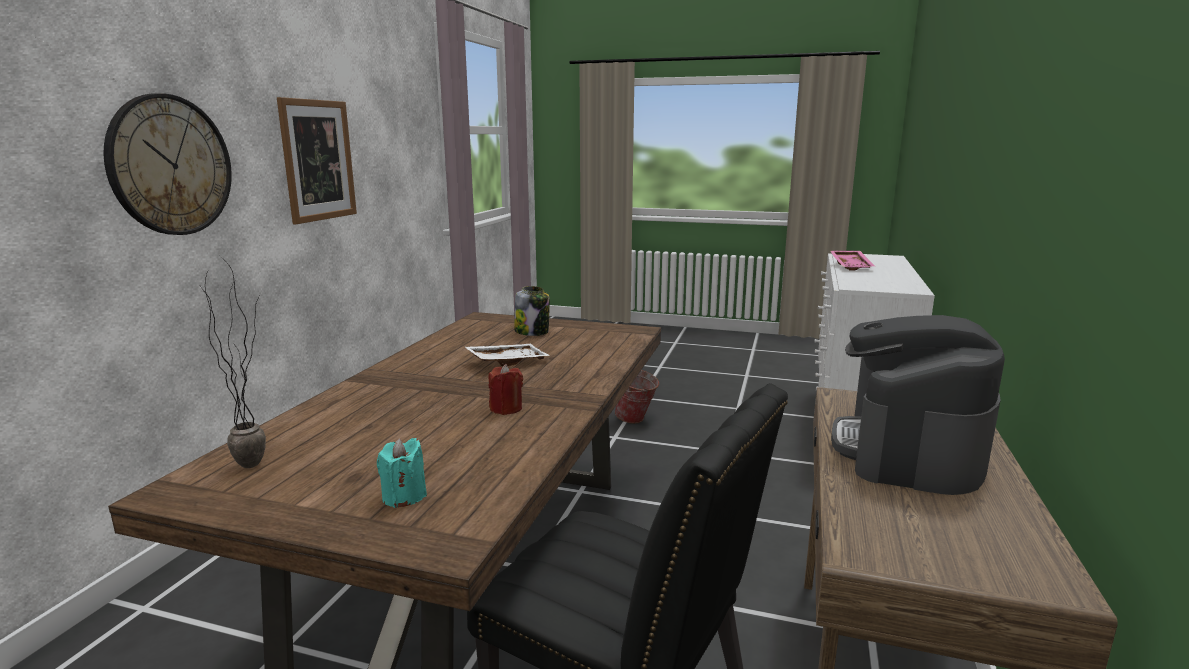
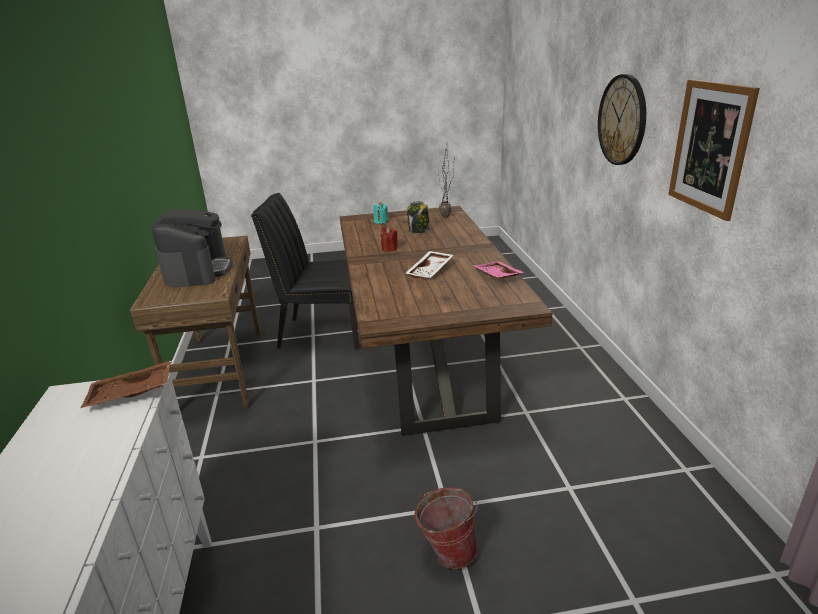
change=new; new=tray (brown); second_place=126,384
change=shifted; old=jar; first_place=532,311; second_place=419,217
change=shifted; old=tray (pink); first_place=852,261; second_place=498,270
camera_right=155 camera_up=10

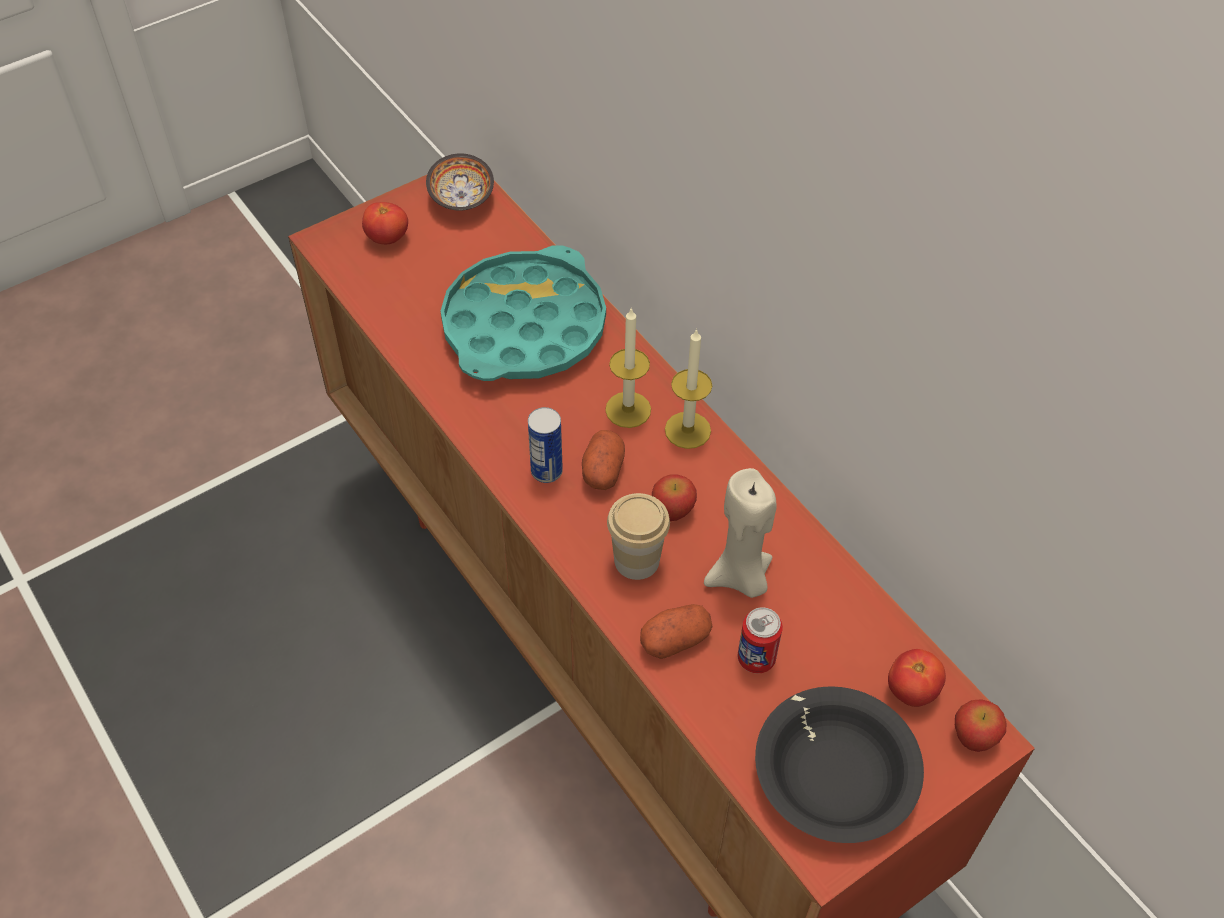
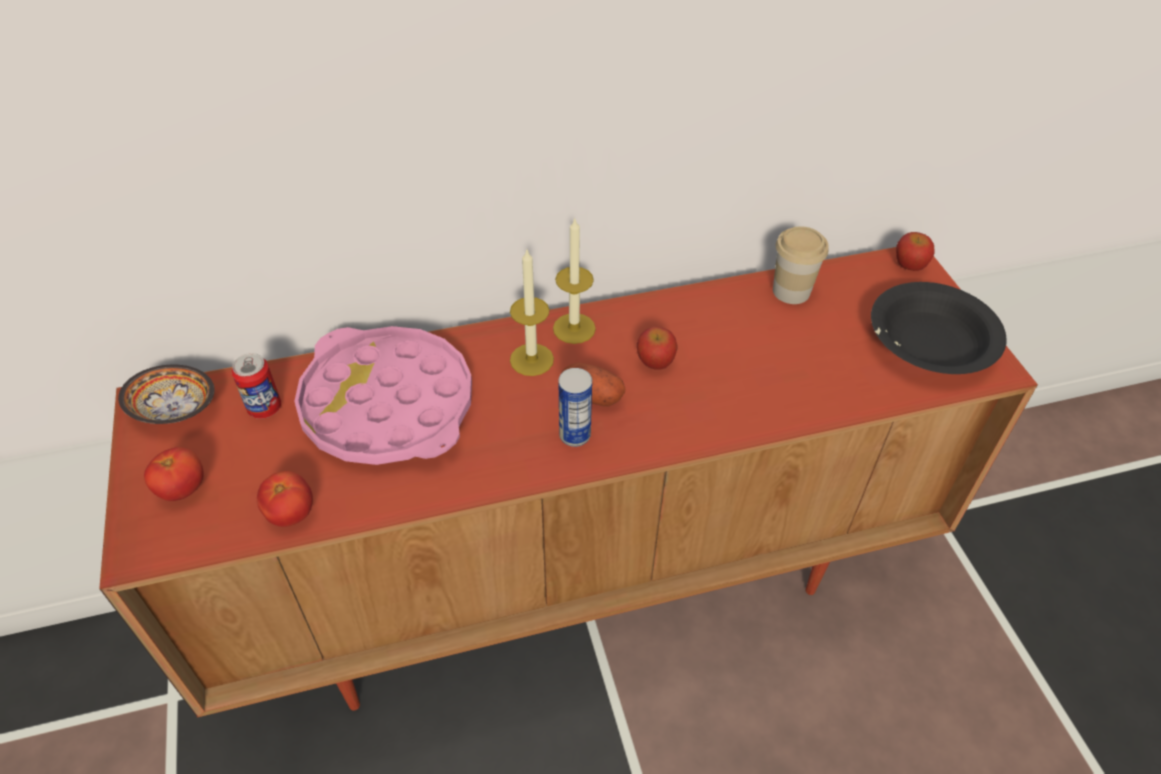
change=gone; old=potato; first_place=676,631
change=gone; old=candle (beige); first_place=740,533
change=shifted; old=cup; first_place=638,536; second_place=801,265
change=shifted; old=can; first_place=760,640; second_place=256,386
change=shifted; old=tomato; first_place=917,678; second_place=285,499
change=repainted; old=tray (turquoise); new=tray (pink); first_place=523,313; second_place=383,395
camera_right=-70 camera_up=-5

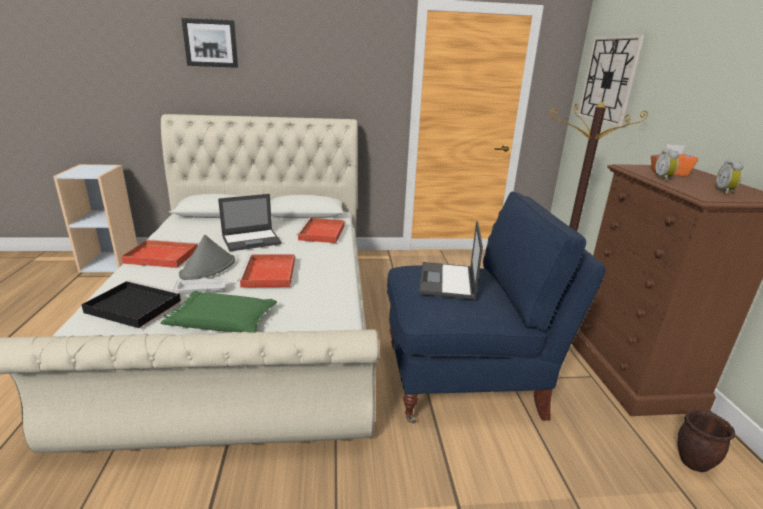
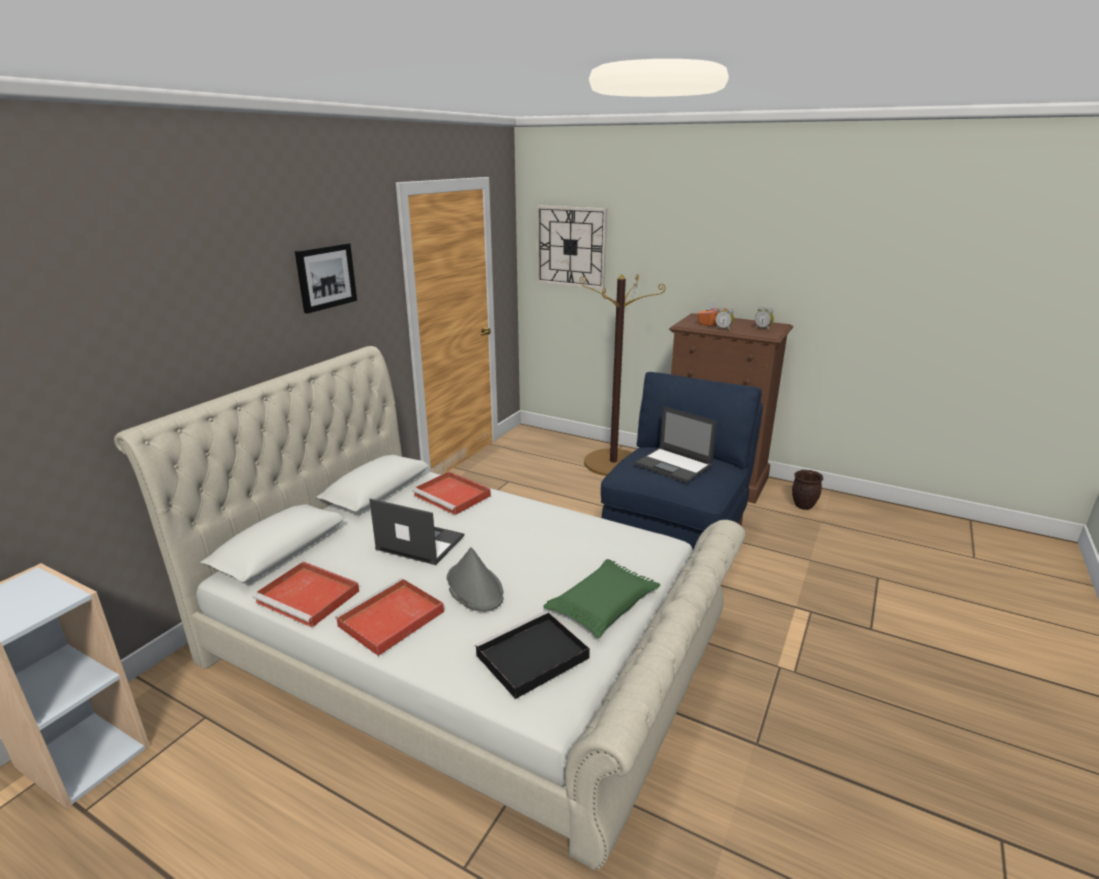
change=gone; old=tray (white); first_place=200,285
change=shifted; old=picture; first_place=209,43; second_place=326,278
change=shifted; old=tray (red); first_place=266,271; second_place=306,594
change=rotated; old=laptop; first_place=250,223; second_place=416,532; degrees=-75
camera_right=-55 camera_up=0

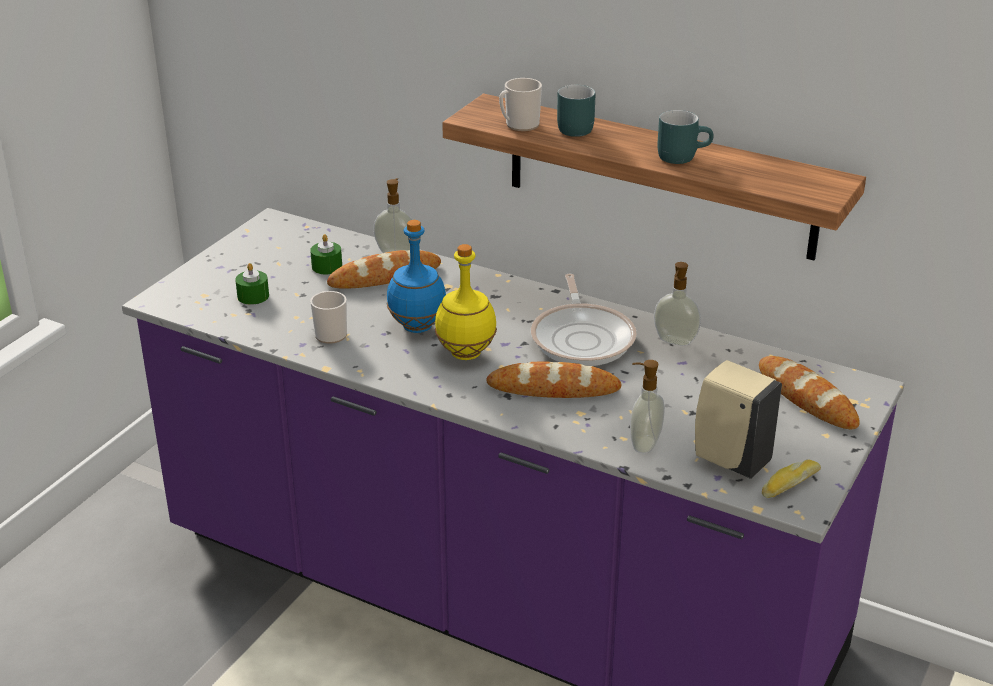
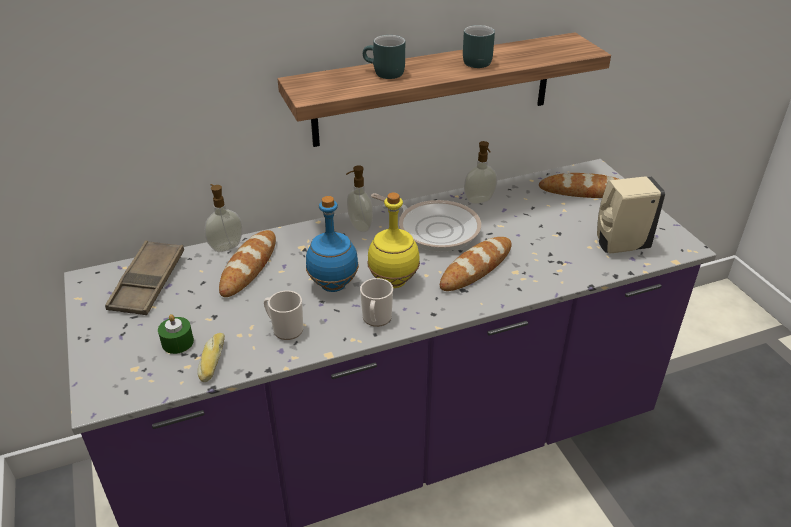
change=gone; old=candle (green); first_place=326,254
change=new; new=tray (brown); second_place=144,277
change=shifted; old=mug; first_place=520,104; second_place=376,302
change=shifted; old=soap dispenser; first_place=647,407; second_place=359,198
change=shifted; old=bread; first_place=791,478; second_place=211,357
camera_right=-50 camera_up=5

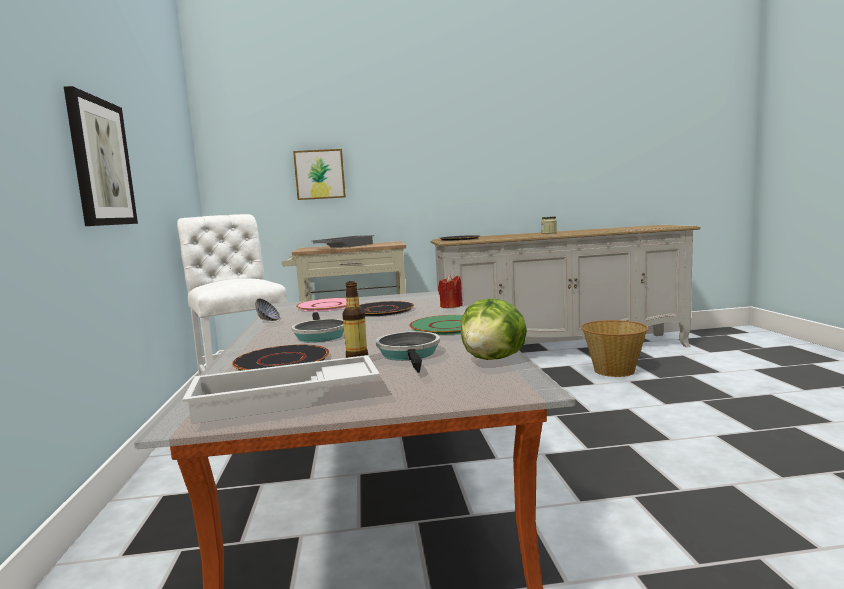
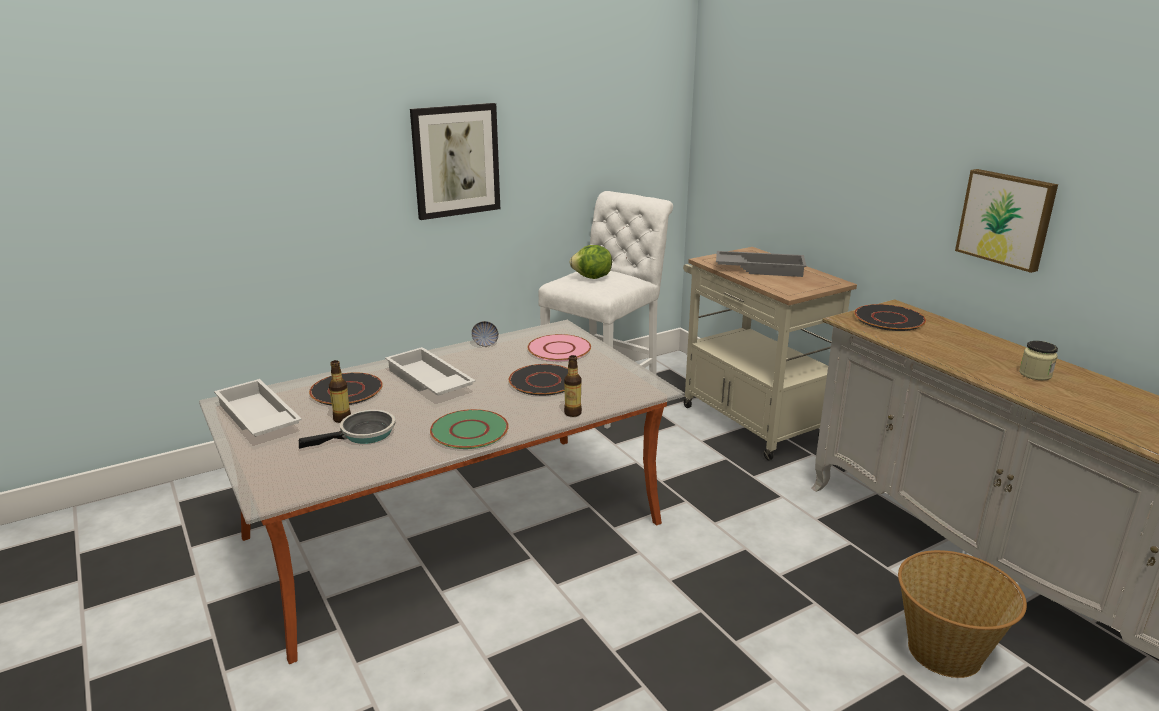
change=shifted; old=picture; first_place=319,174; second_place=1006,221
change=shifted; old=lettuce; first_place=494,329; second_place=590,262
change=swapped; old=frying pan; new=tray (white); first_place=317,327; second_place=430,371
change=swapped; old=candle (red); new=bottle; first_place=450,291; second_place=573,386
camera_right=65 camera_up=15

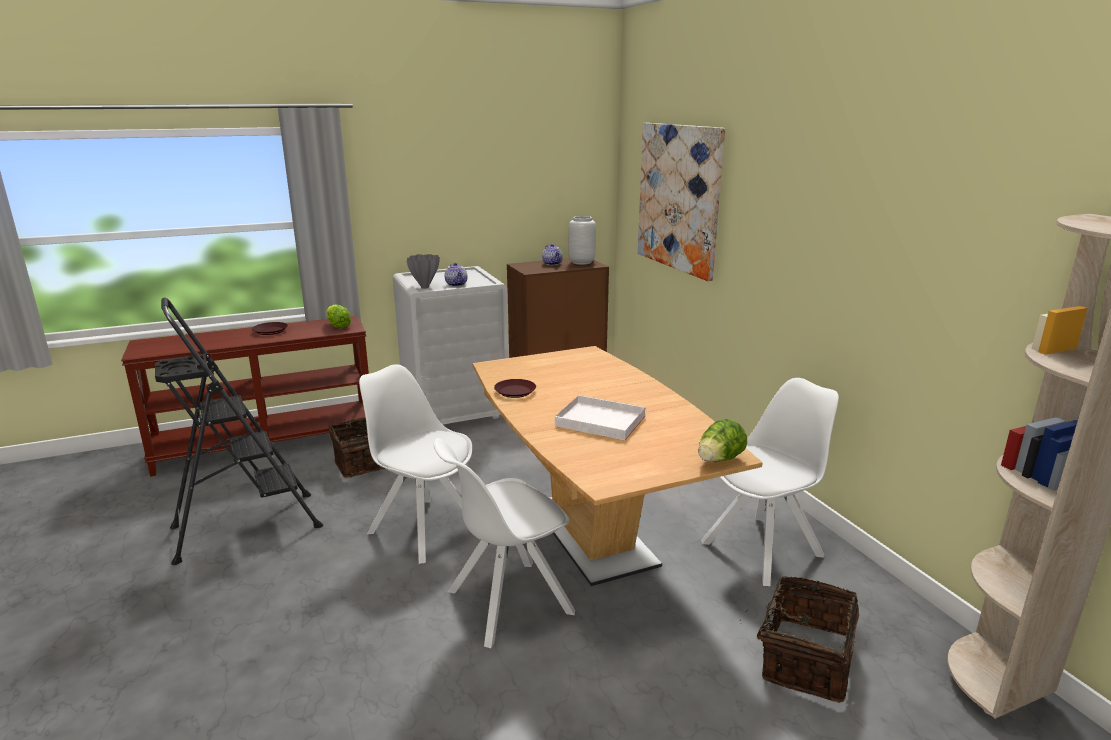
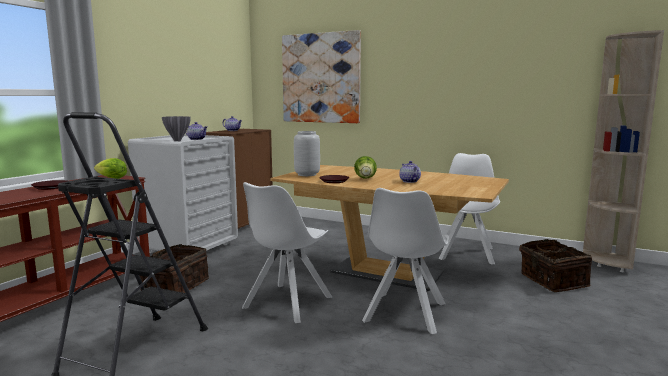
change=shifted; old=vase (grey); first_place=582,240; second_place=307,153
change=shifted; old=lettuce; first_place=722,440; second_place=365,167
change=swapped; old=tray (white); new=teapot; first_place=600,417; second_place=410,172
change=rotated; old=chair (white); first_place=415,464; second_place=287,252; degrees=-60
camera_right=-40 camera_up=-10

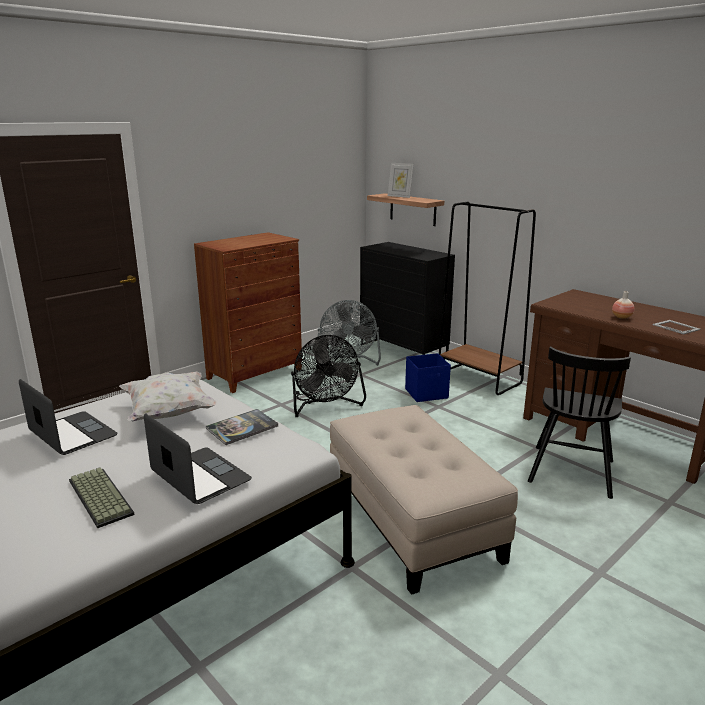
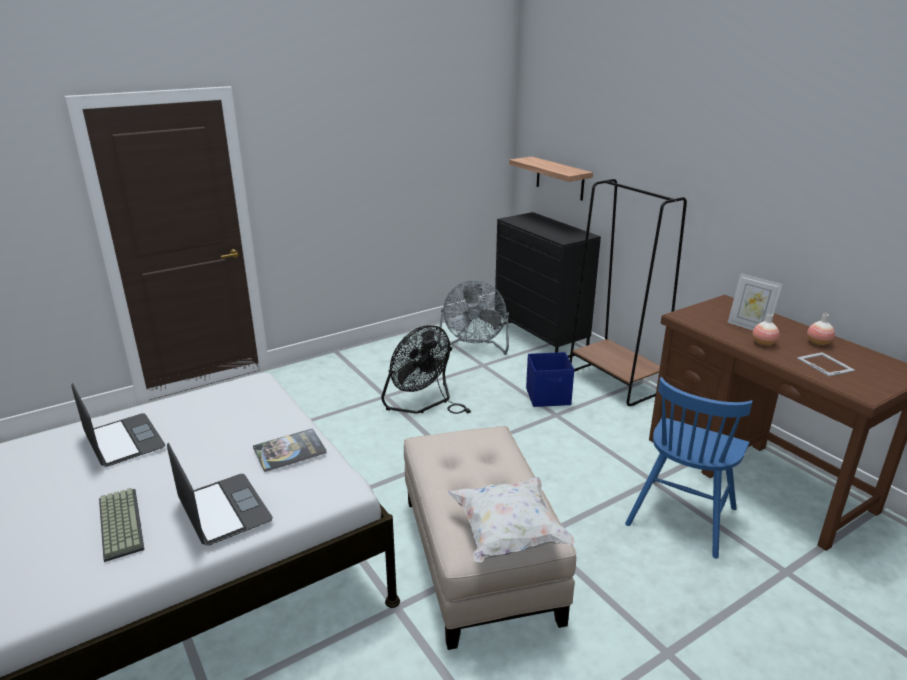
change=gone; old=dresser (brown); first_place=248,312
change=new; new=vase; second_place=821,329
change=shifted; old=pillow (white); first_place=168,396; second_place=511,519
change=shifted; old=picture frame; first_place=401,180; second_place=755,301
change=repainted; old=chair (black); new=chair (blue); first_place=579,422; second_place=688,468
change=rotated; old=fan (black); first_place=328,376; second_place=426,369; degrees=150
camera_right=10 camera_up=5

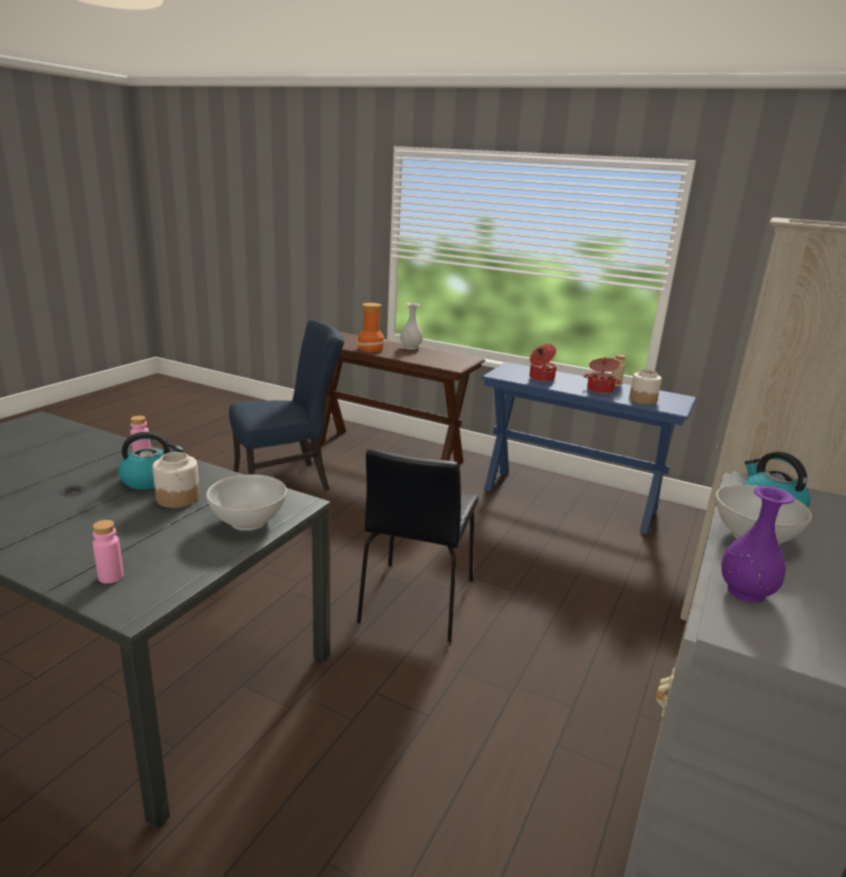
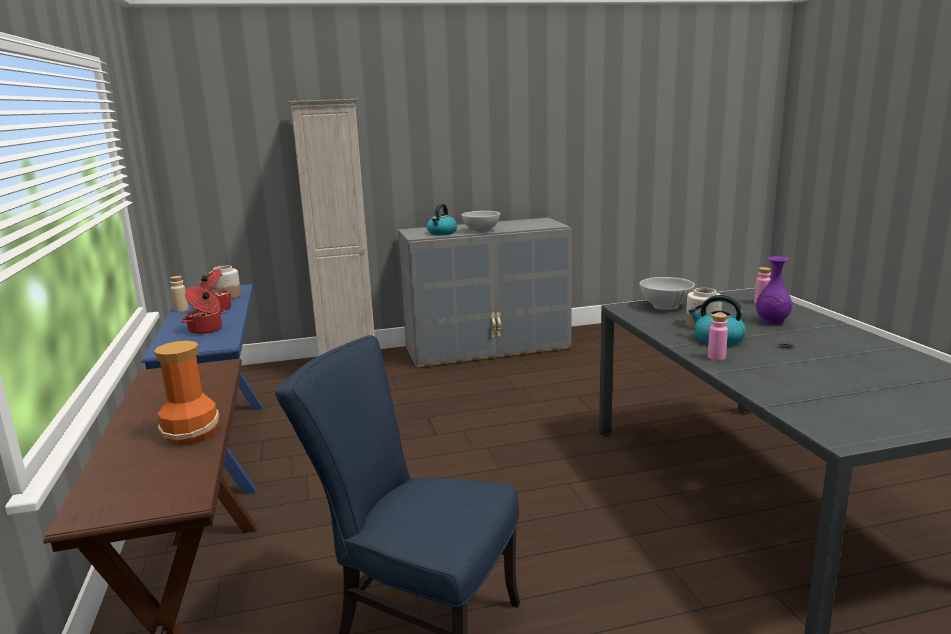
change=gone; old=chair (black); first_place=418,546
change=gone; old=vase (white); first_place=411,326
change=shifted; old=vase (purple); first_place=758,544; second_place=774,290
camera_right=-130 camera_up=-5

